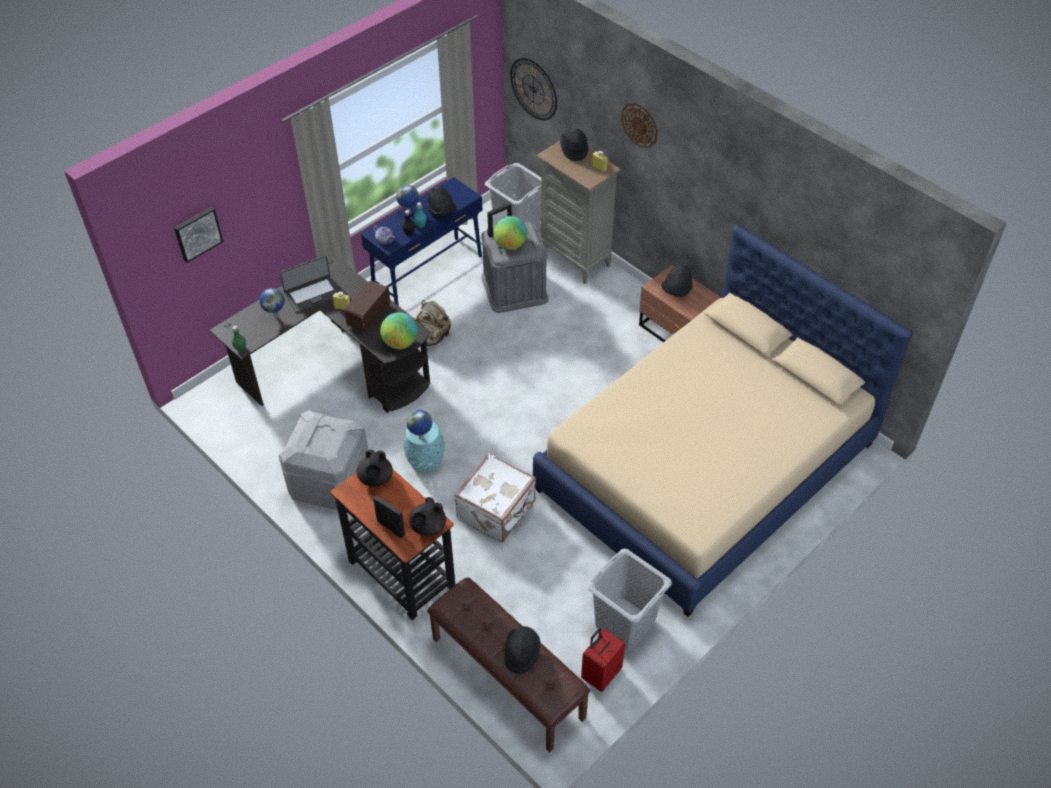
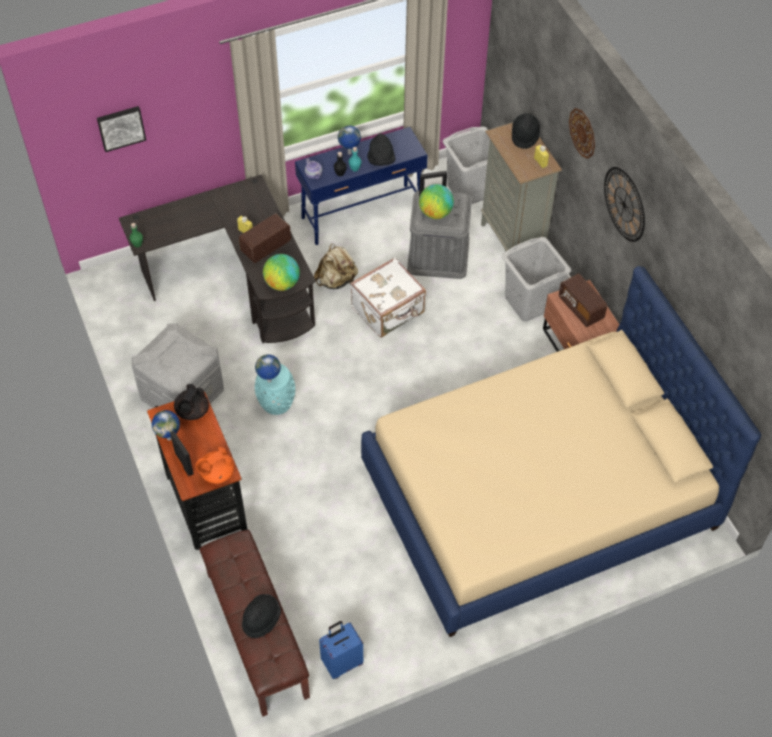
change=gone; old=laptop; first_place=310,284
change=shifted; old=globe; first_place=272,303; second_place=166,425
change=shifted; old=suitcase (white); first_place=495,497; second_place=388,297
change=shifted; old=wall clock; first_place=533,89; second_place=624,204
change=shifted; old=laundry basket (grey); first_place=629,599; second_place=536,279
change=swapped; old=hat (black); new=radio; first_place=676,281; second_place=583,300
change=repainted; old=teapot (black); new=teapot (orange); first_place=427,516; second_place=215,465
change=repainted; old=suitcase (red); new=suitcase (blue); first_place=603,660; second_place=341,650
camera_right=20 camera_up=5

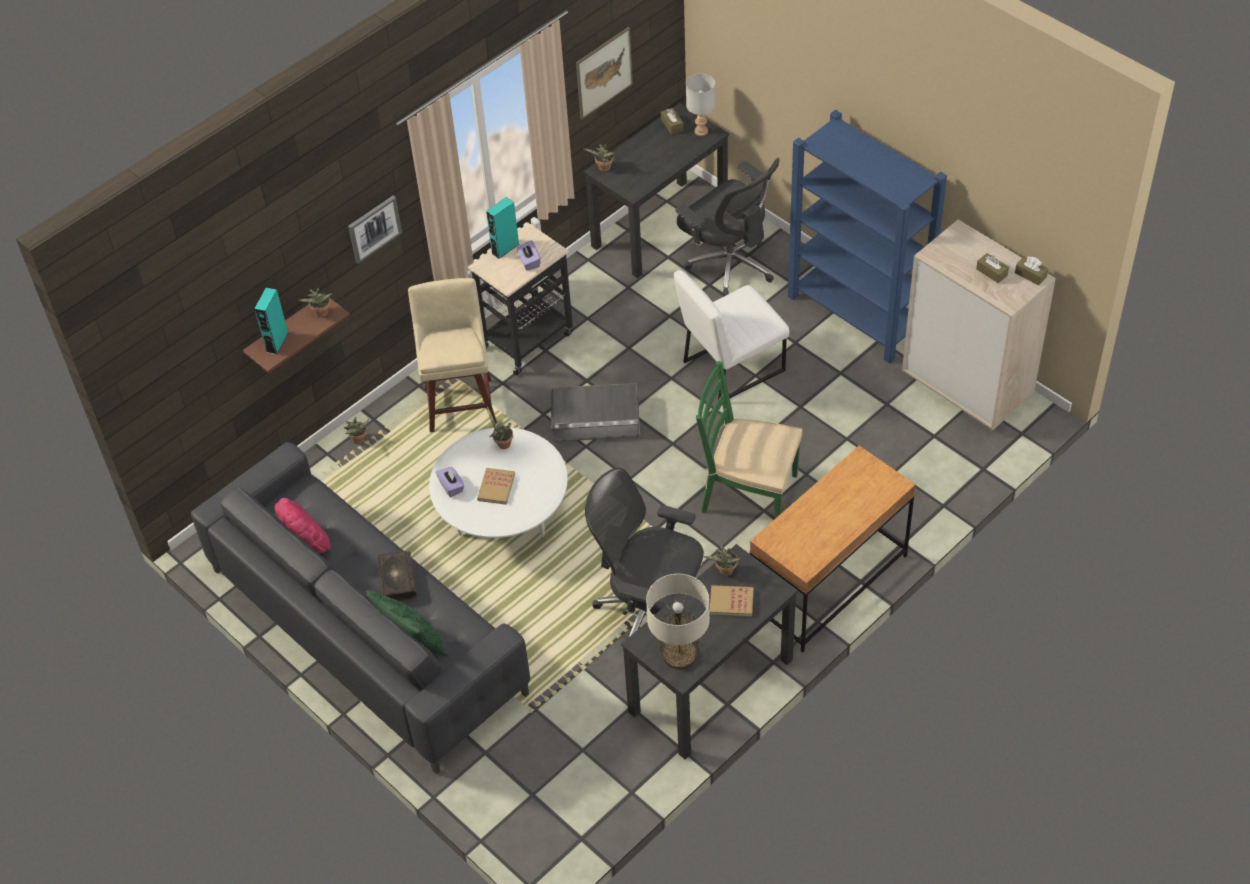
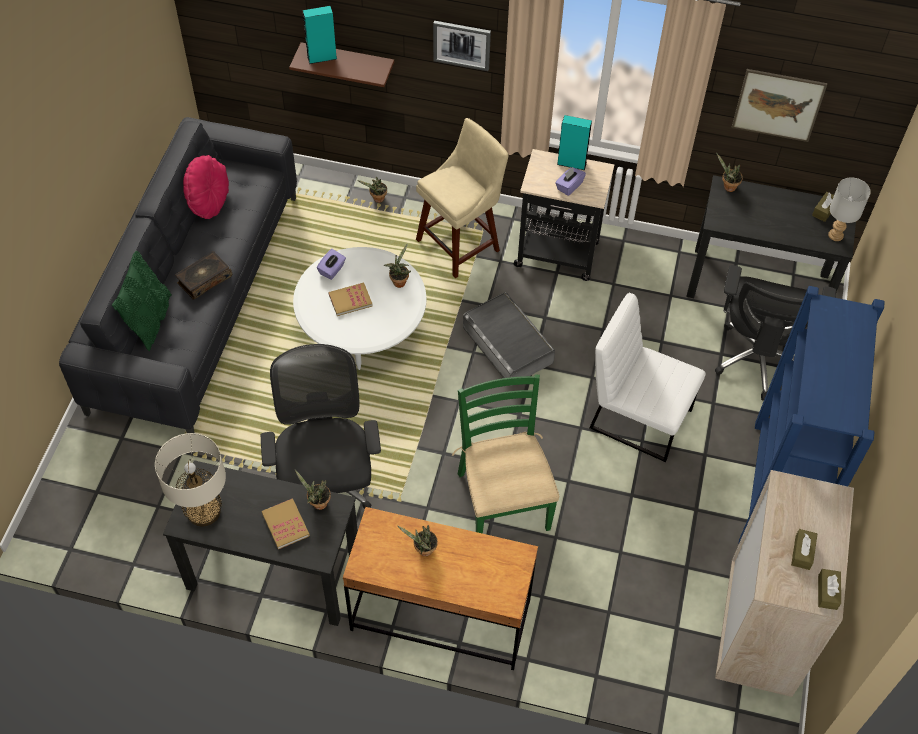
change=shifted; old=potted plant; first_place=315,302; second_place=418,540
camera_right=55 camera_up=5

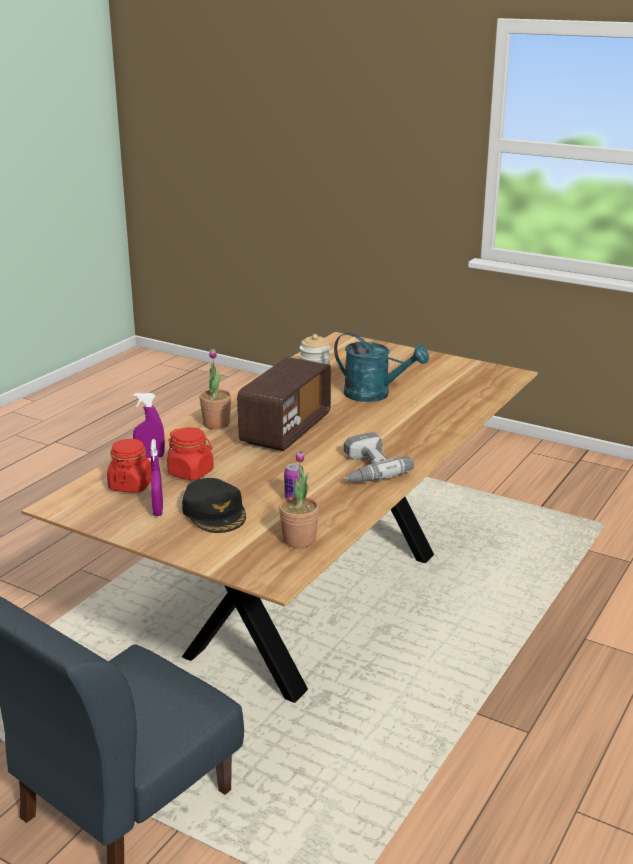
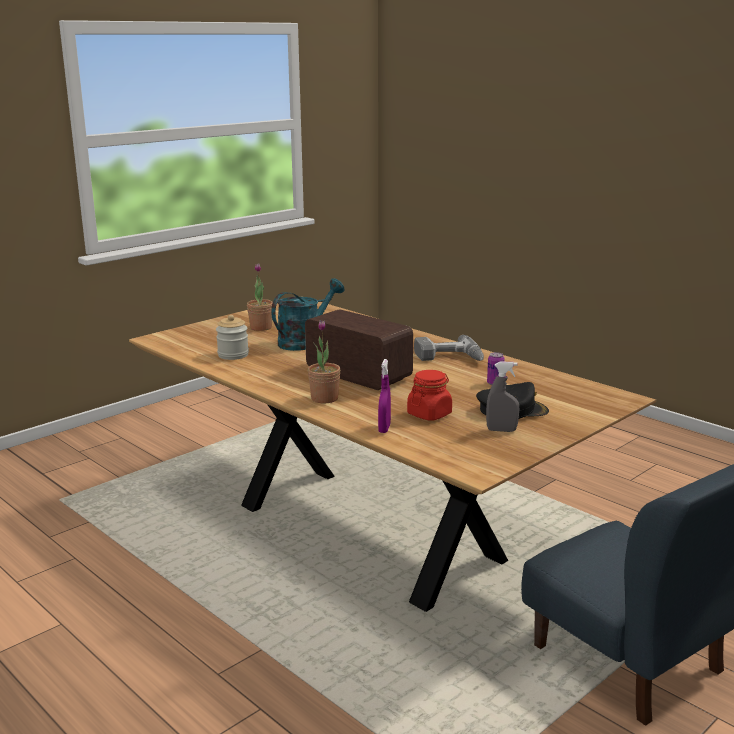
change=gone; old=jar (red); first_place=129,466
change=shifted; old=potted plant; first_place=299,499; second_place=260,297
change=repainted; old=spray bottle (purple); new=spray bottle (grey); first_place=157,477; second_place=503,397
camera_right=-75 camera_up=-5

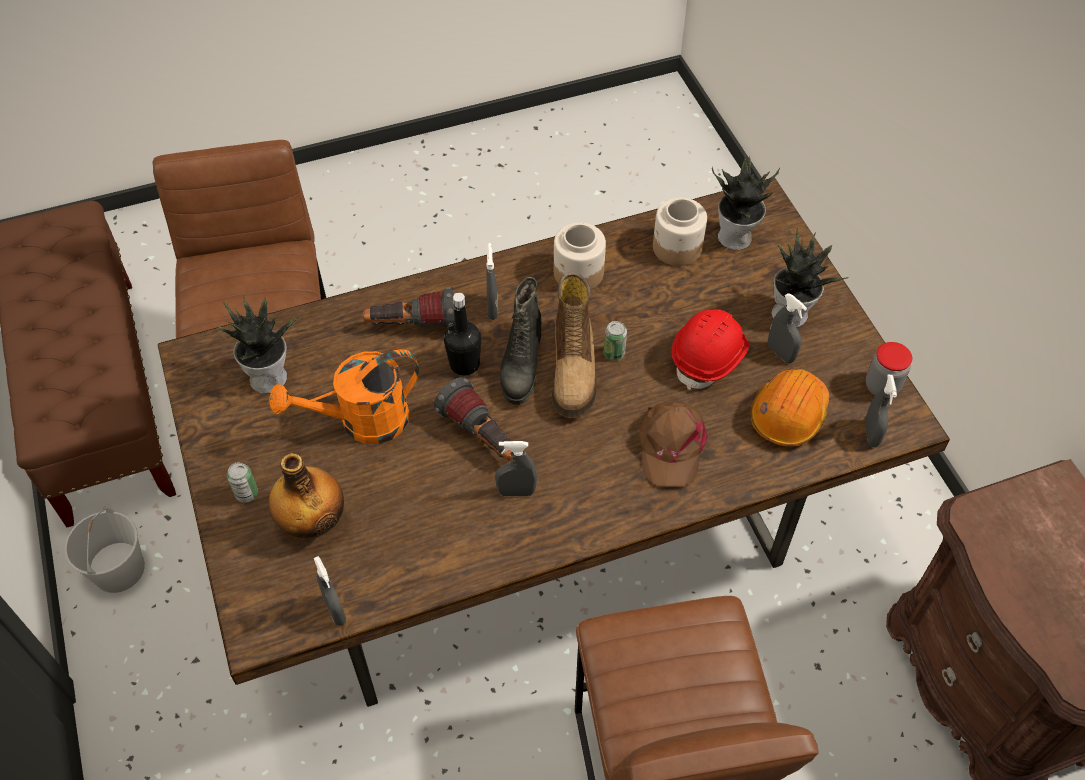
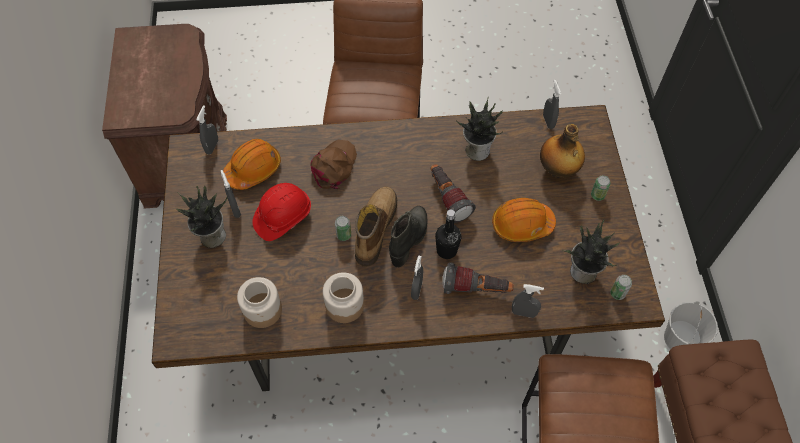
change=gone; old=jar; first_place=889,368
change=new; new=can; second_place=621,287
change=shifted; old=spray bottle (grey); first_place=516,468; second_place=528,301
change=shifted; old=potted plant; first_place=746,201; second_place=479,129
change=swapped; old=watering can (orange); new=hard hat (orange); first_place=344,397; second_place=524,220
camera_right=-165 camera_up=5

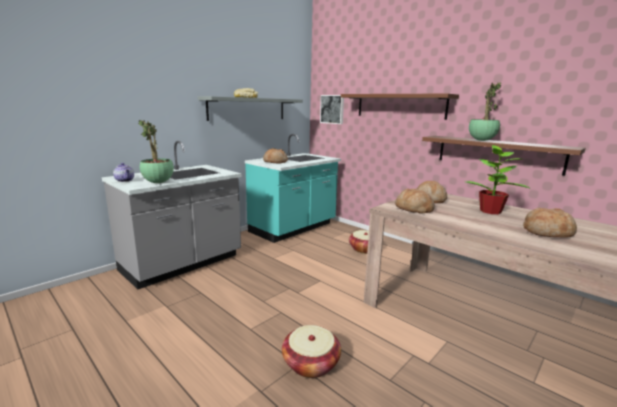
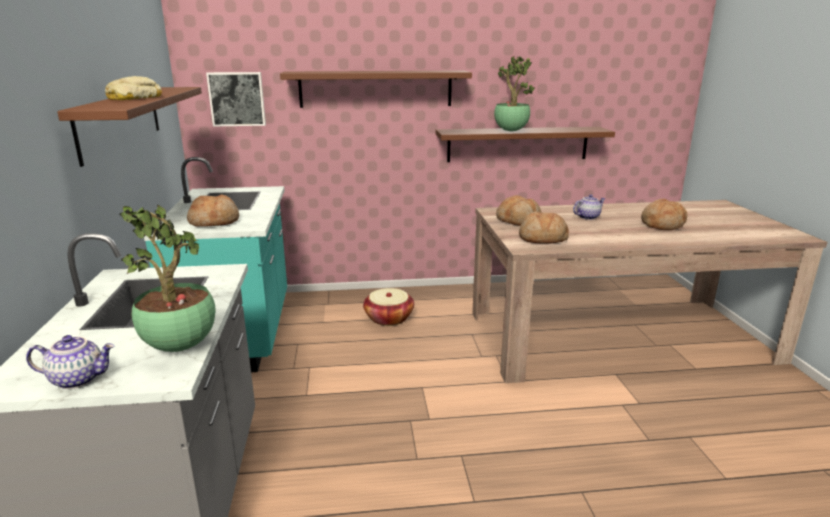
change=gone; old=basket; first_place=311,351
change=swapped; old=potted plant; new=teapot; first_place=498,179; second_place=589,207
change=repainted; old=shelf (grey); new=shelf (brown); first_place=250,108; second_place=129,127
camera_right=-50 camera_up=5

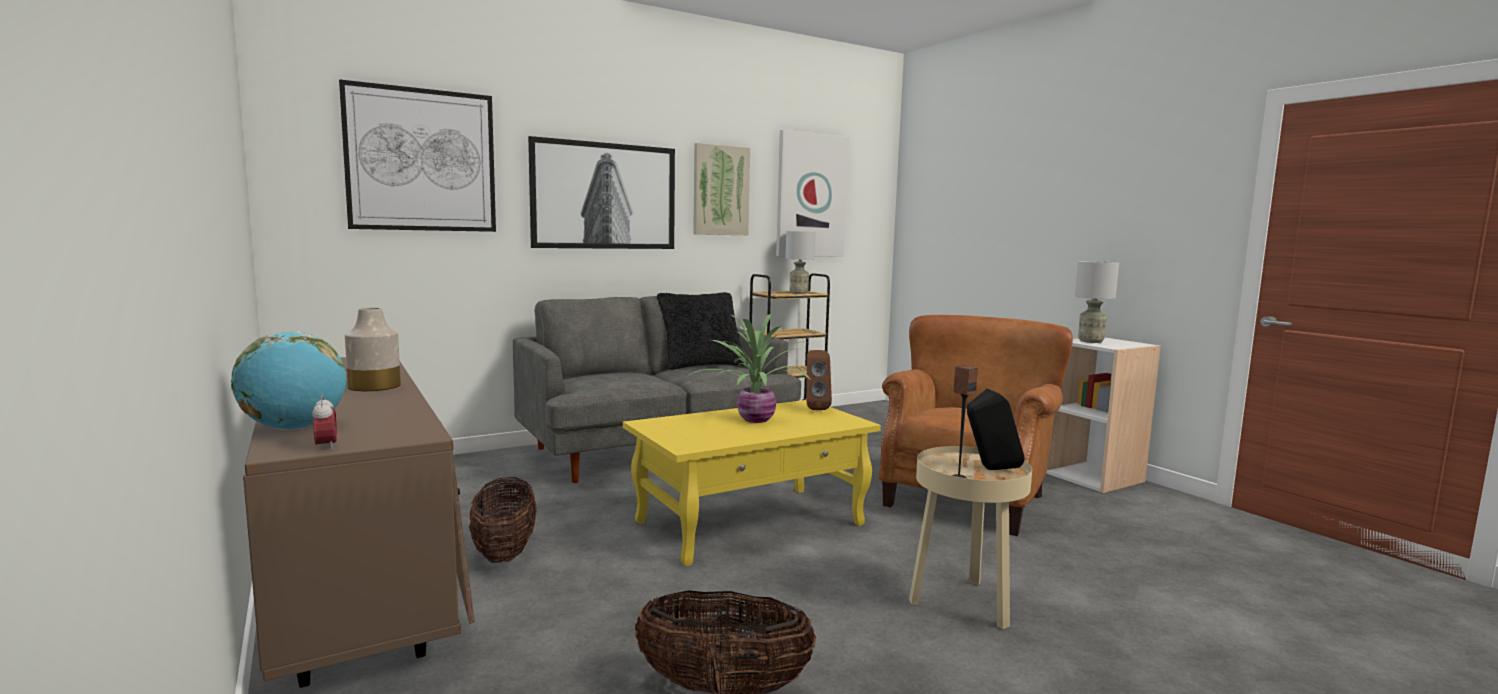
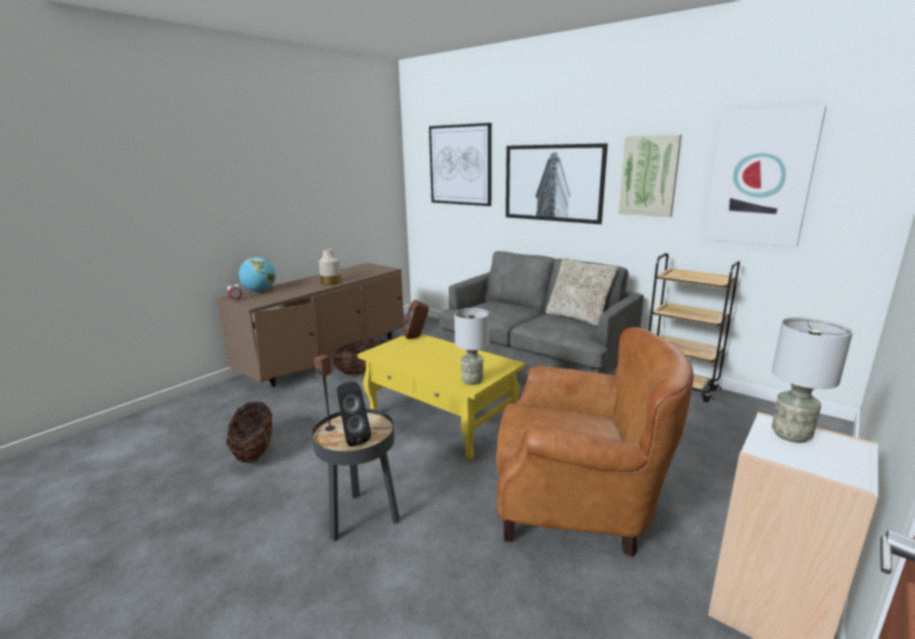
change=gone; old=potted plant; first_place=749,368
change=shifted; old=table lamp (grey); first_place=800,262; second_place=471,346
change=shifted; old=speaker (brown); first_place=819,380; second_place=415,319
change=repainted; old=pillow (black); new=pillow (beige); first_place=700,331; second_place=582,292
change=repainted; old=side table (beige); new=side table (black); first_place=970,537; second_place=356,475
camera_right=70 camera_up=10

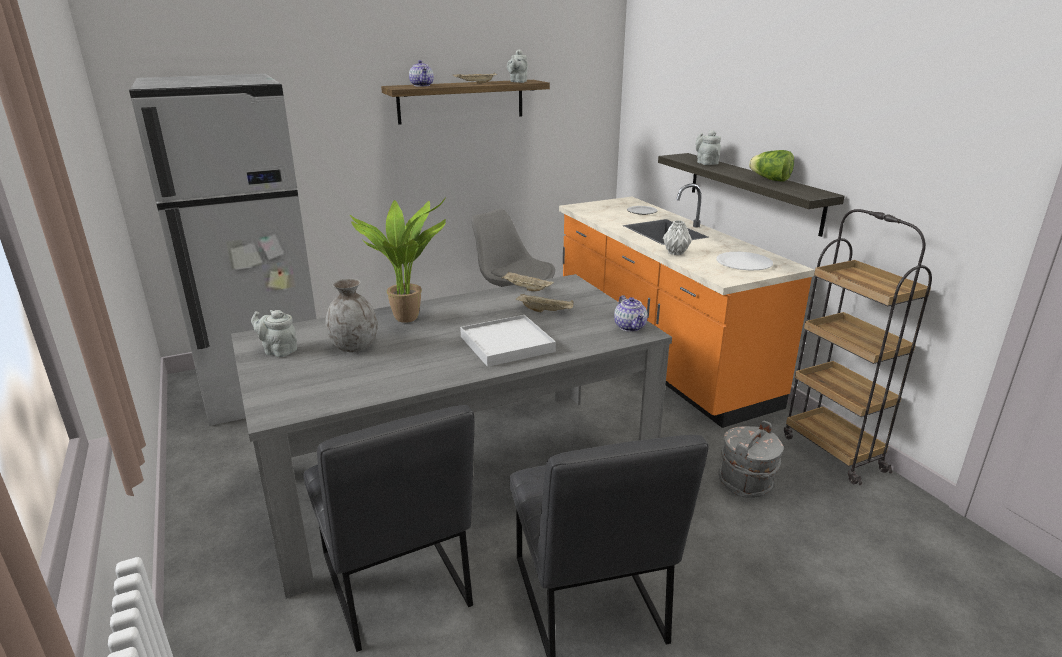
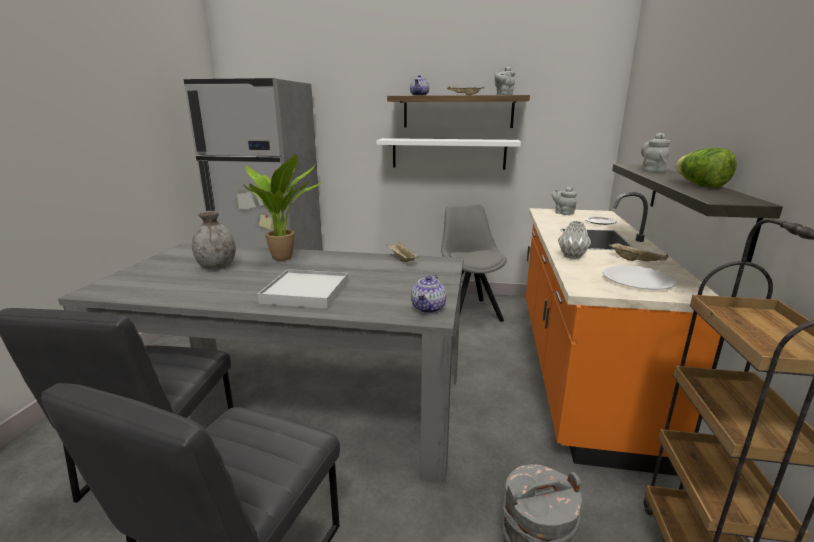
change=new; new=shelf (white); second_place=448,154
change=shifted; old=teapot (grey); first_place=274,333; second_place=564,201
change=shifted; old=tray (beige); first_place=545,303; second_place=639,252
camera_right=35 camera_up=-5

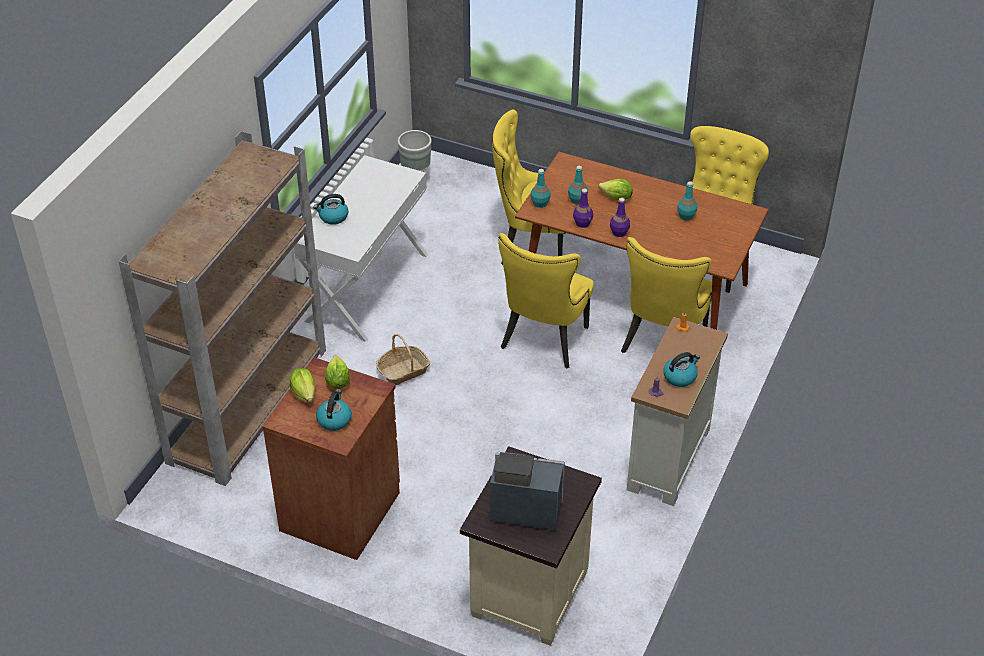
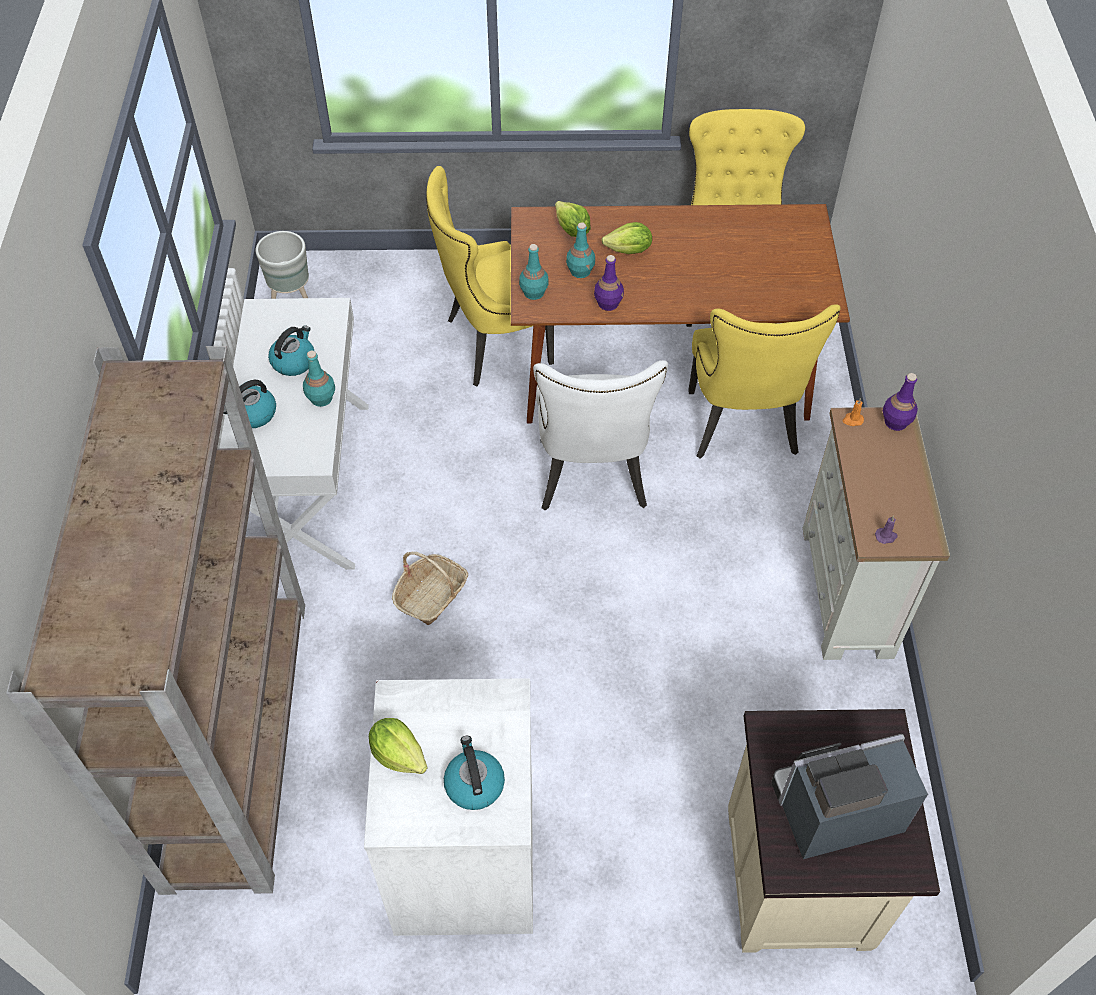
change=shifted; old=lettuce; first_place=337,372; second_place=573,219
change=shifted; old=bottle (purple); first_place=620,217; second_place=900,402
change=shifted; old=kettle; first_place=681,369; second_place=291,351
change=shifted; old=bottle (turquoise); first_place=687,201; second_place=319,379
change=repainted; old=dresser (brown); new=dresser (white); first_place=331,458; second_place=448,807
change=repainted; old=chair (yellow); new=chair (white); first_place=546,301; second_place=600,435
camera_right=-25 camera_up=10

